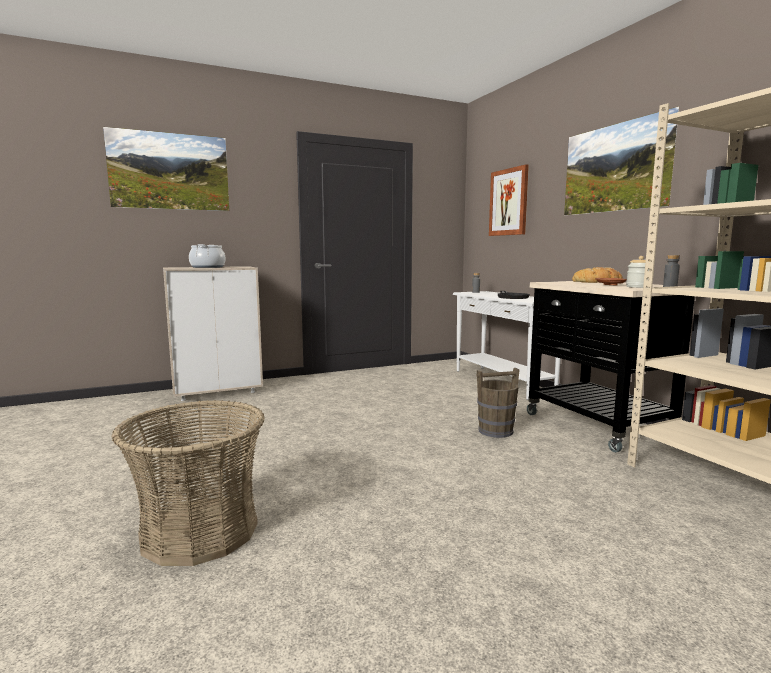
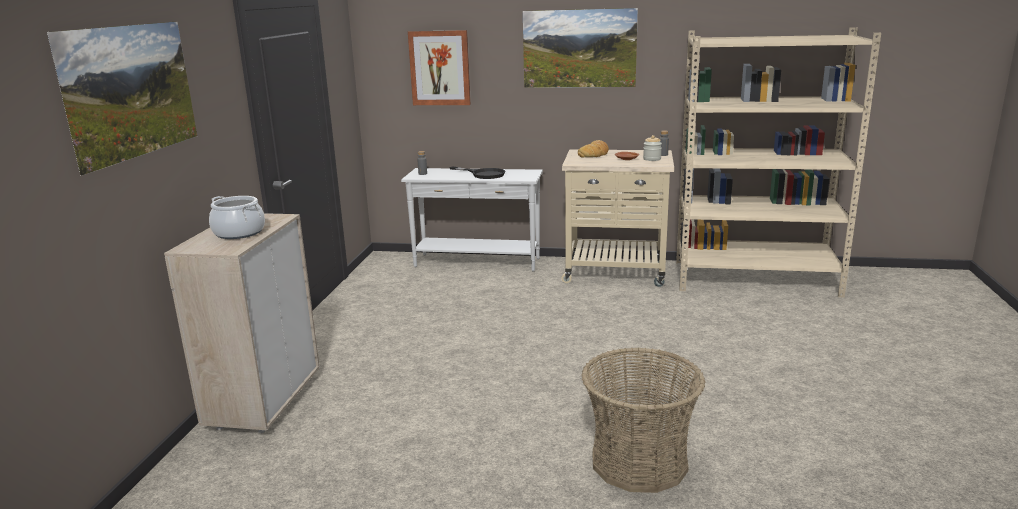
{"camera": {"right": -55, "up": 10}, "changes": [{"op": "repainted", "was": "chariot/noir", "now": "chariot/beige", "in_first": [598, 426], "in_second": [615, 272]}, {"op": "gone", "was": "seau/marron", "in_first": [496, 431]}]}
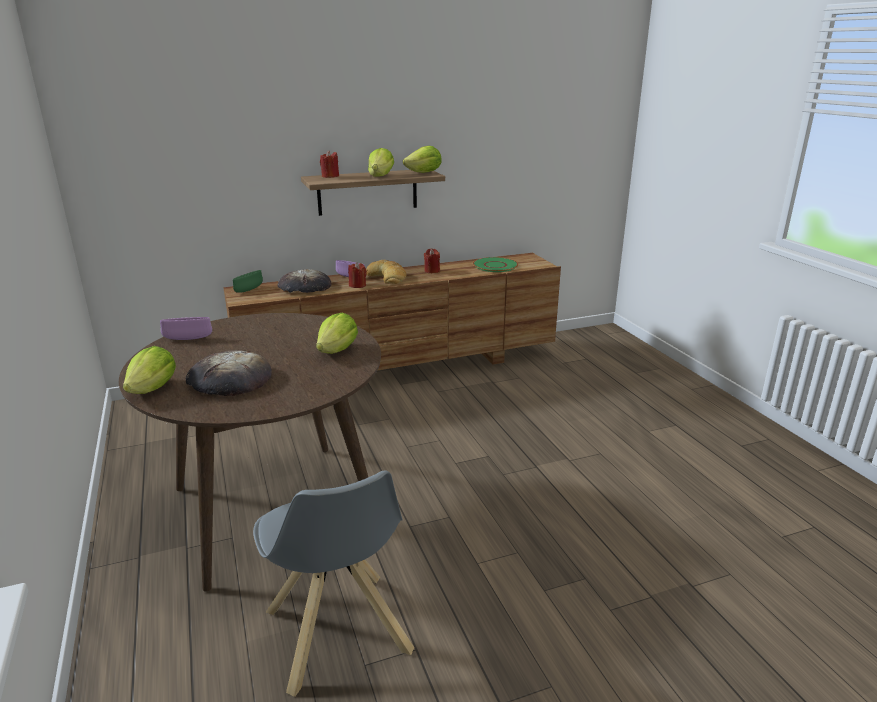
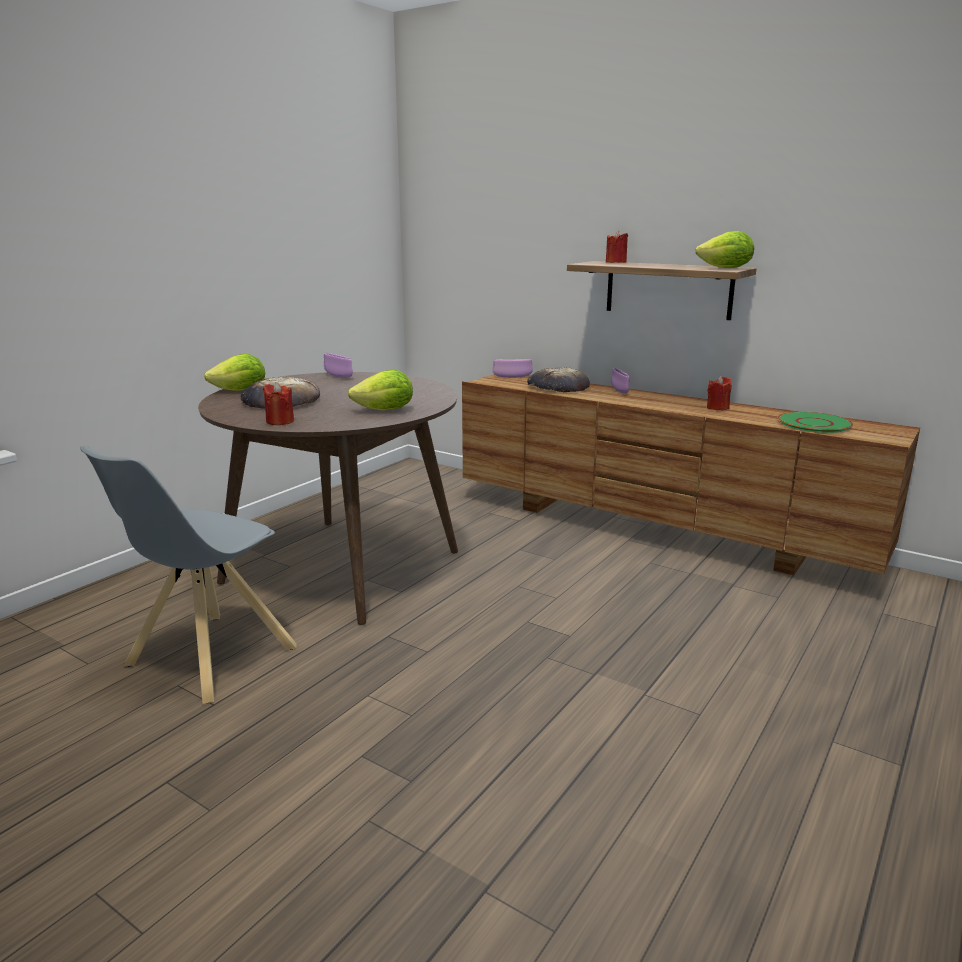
{"camera": {"right": 55, "up": -5}, "changes": [{"op": "shifted", "was": "bougie/rouge", "in_first": [357, 285], "in_second": [280, 421]}, {"op": "repainted", "was": "bol/vert", "now": "bol/violet", "in_first": [249, 290], "in_second": [512, 377]}, {"op": "gone", "was": "pain", "in_first": [387, 277]}, {"op": "gone", "was": "laitue", "in_first": [381, 176]}]}
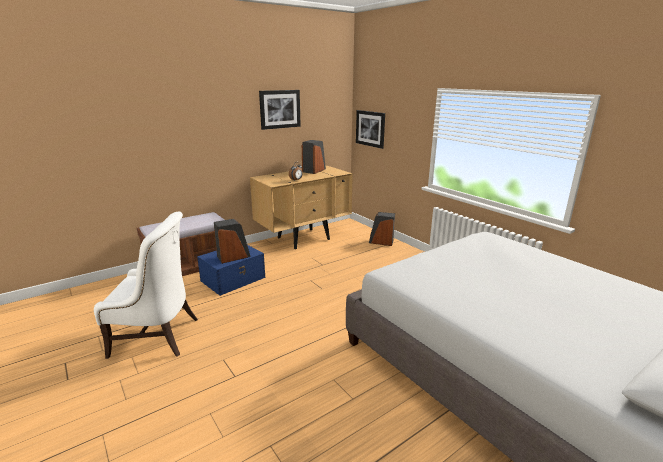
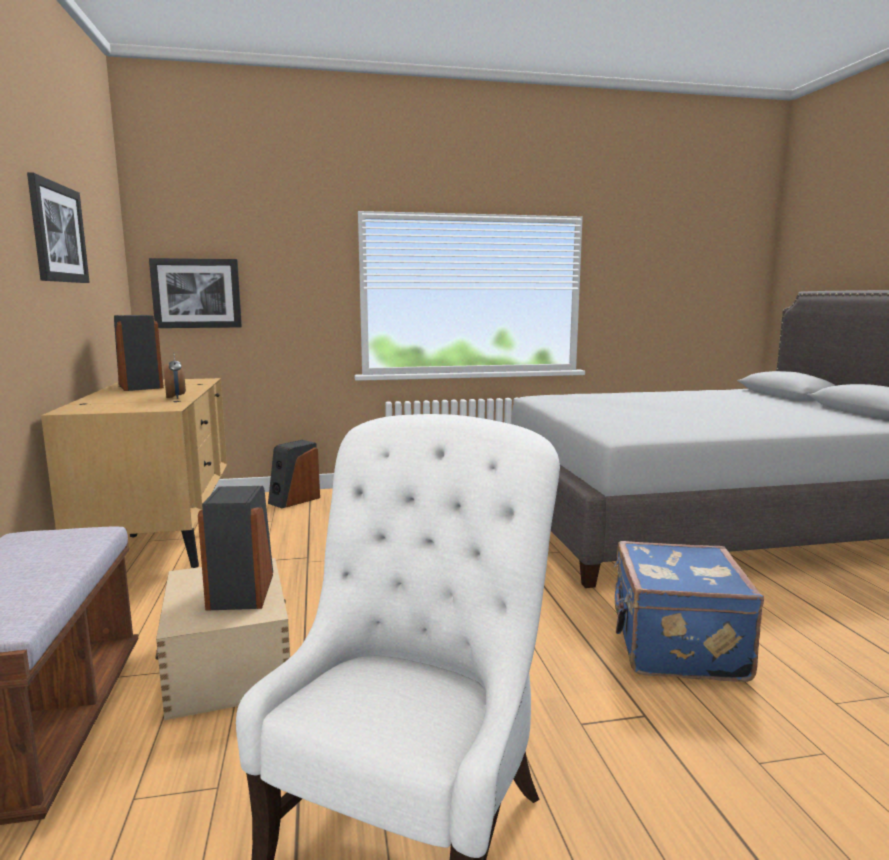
{"camera": {"right": -65, "up": -10}, "changes": [{"op": "repainted", "was": "boîte de rangement/bleu", "now": "boîte de rangement/beige", "in_first": [233, 279], "in_second": [230, 663]}, {"op": "new", "now": "valise/bleu", "in_second": [674, 646]}]}
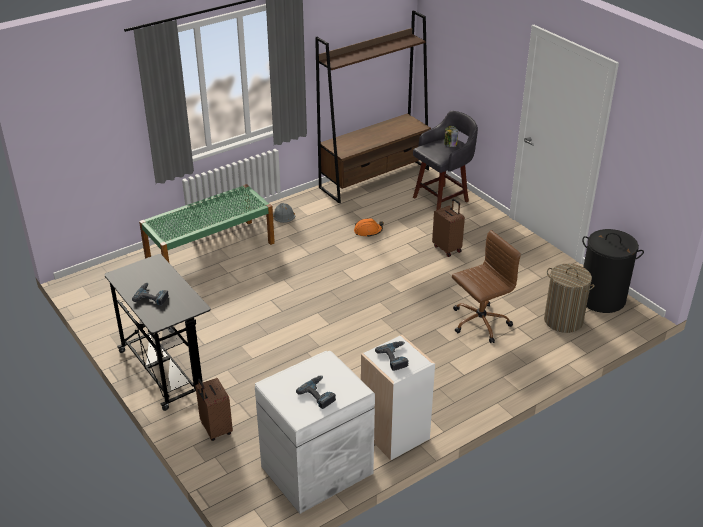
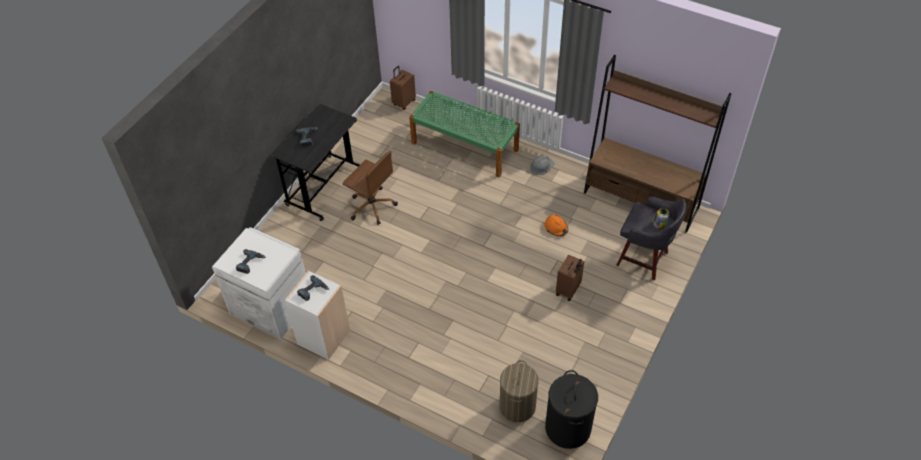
{"camera": {"right": 65, "up": 15}, "changes": [{"op": "shifted", "was": "chaise de bureau/marron", "in_first": [479, 323], "in_second": [372, 206]}, {"op": "shifted", "was": "valise/marron", "in_first": [215, 429], "in_second": [403, 102]}]}
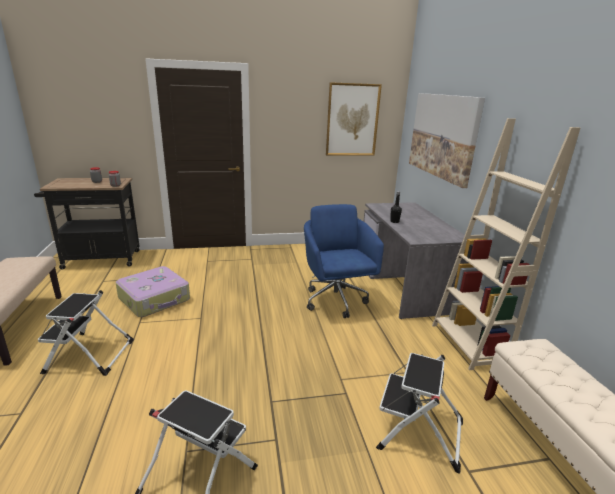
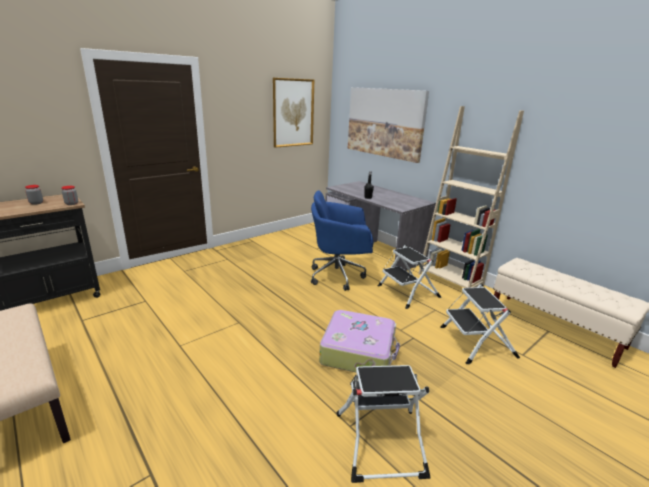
{"camera": {"right": -30, "up": 0}, "changes": [{"op": "rotated", "was": "chaise de bureau/bleu", "in_first": [336, 303], "in_second": [339, 277], "clockwise": -45}, {"op": "shifted", "was": "valise", "in_first": [155, 299], "in_second": [358, 351]}, {"op": "shifted", "was": "escabeau", "in_first": [89, 354], "in_second": [408, 292]}]}
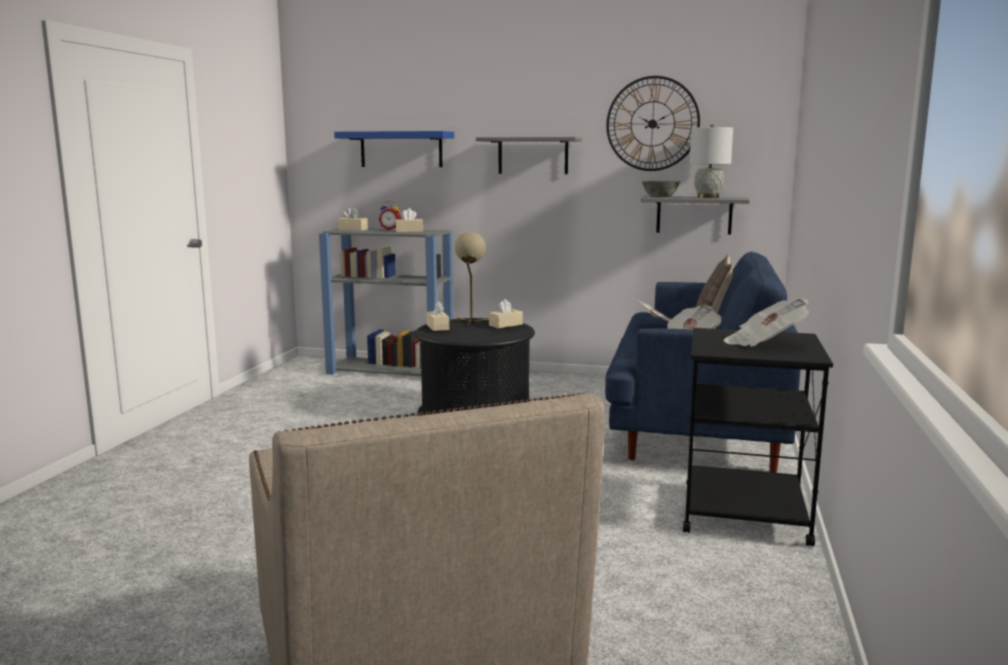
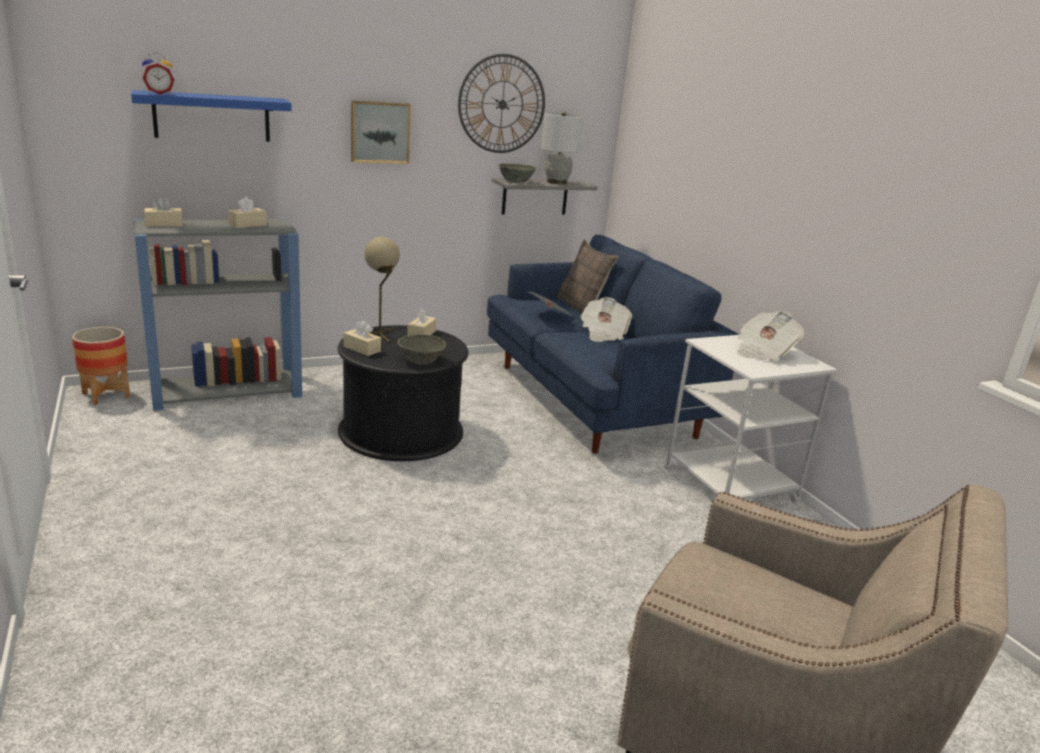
{"camera": {"right": -40, "up": 10}, "changes": [{"op": "new", "now": "cache-pot", "in_second": [106, 395]}, {"op": "shifted", "was": "réveil", "in_first": [391, 229], "in_second": [159, 93]}, {"op": "swapped", "was": "étagère/gris", "now": "tableau", "in_first": [533, 155], "in_second": [380, 132]}, {"op": "new", "now": "bol/gris", "in_second": [422, 360]}, {"op": "repainted", "was": "chariot/noir", "now": "chariot/blanc", "in_first": [744, 515], "in_second": [730, 487]}]}
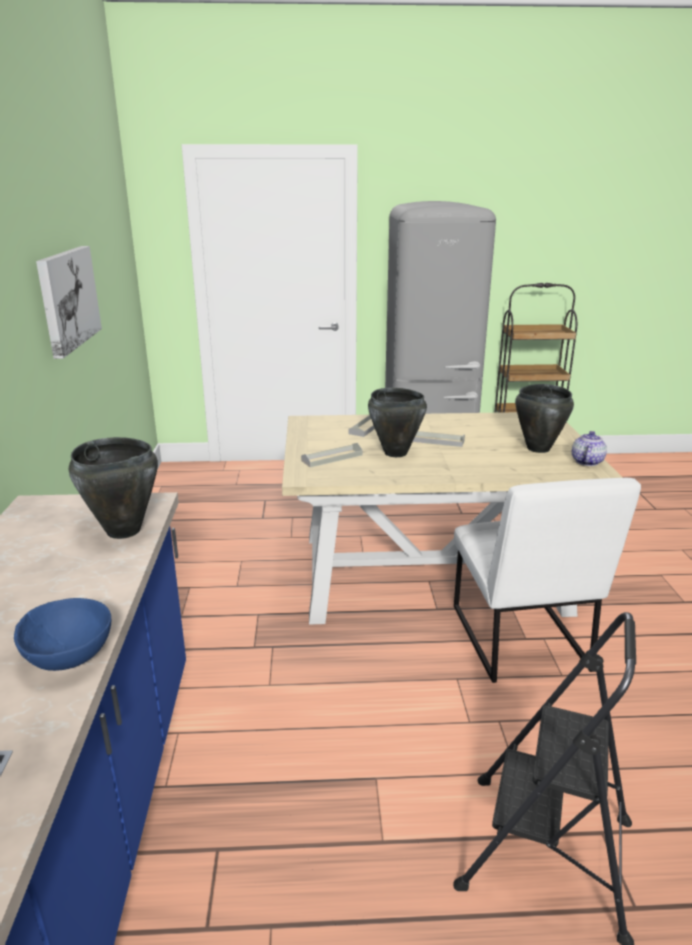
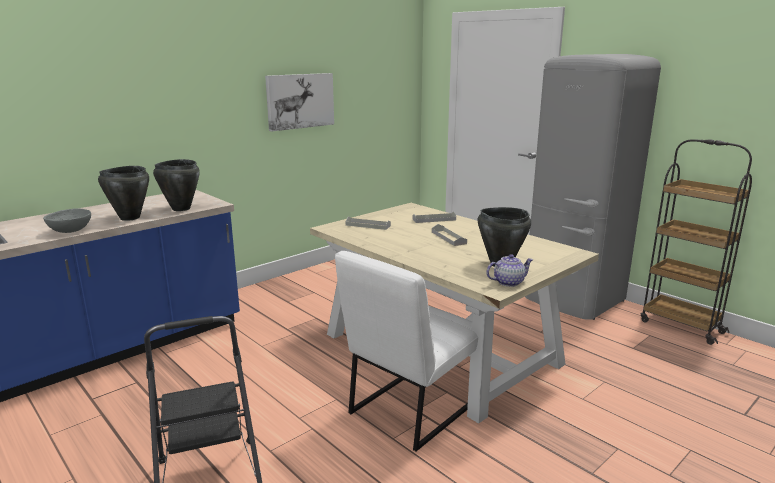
{"camera": {"right": 50, "up": -5}, "changes": [{"op": "repainted", "was": "bol/bleu", "now": "bol/gris", "in_first": [69, 657], "in_second": [70, 231]}, {"op": "shifted", "was": "marmite/noir", "in_first": [395, 453], "in_second": [129, 218]}]}
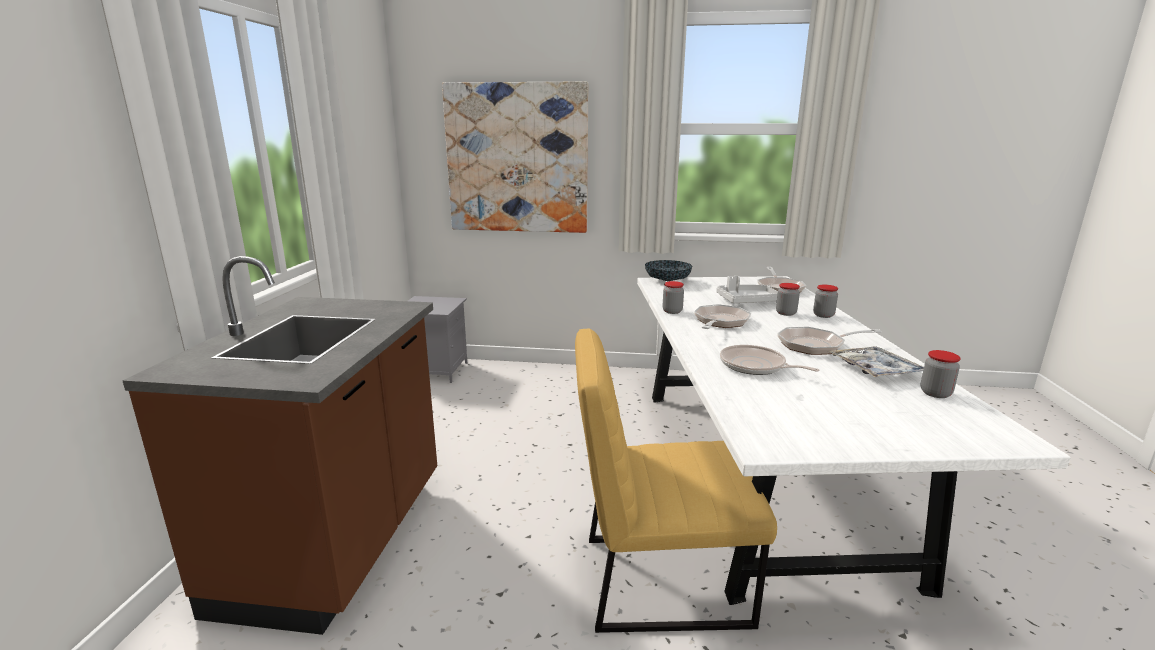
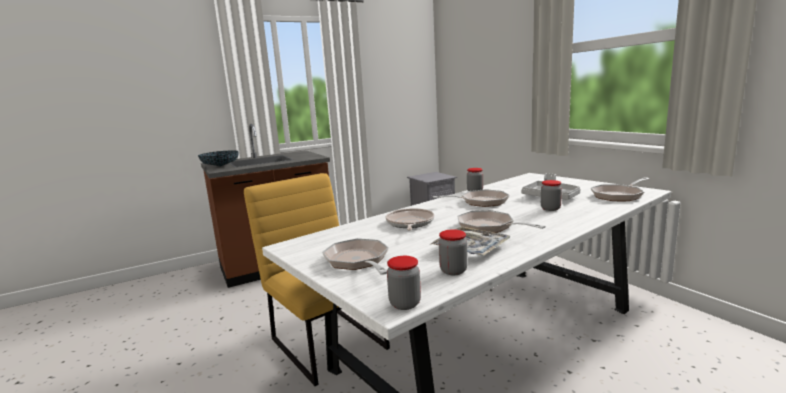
{"camera": {"right": 55, "up": -5}, "changes": [{"op": "shifted", "was": "bol", "in_first": [667, 281], "in_second": [220, 166]}, {"op": "new", "now": "poêle", "in_second": [358, 261]}, {"op": "shifted", "was": "bocal", "in_first": [823, 315], "in_second": [405, 304]}, {"op": "gone", "was": "tableau", "in_first": [517, 159]}]}
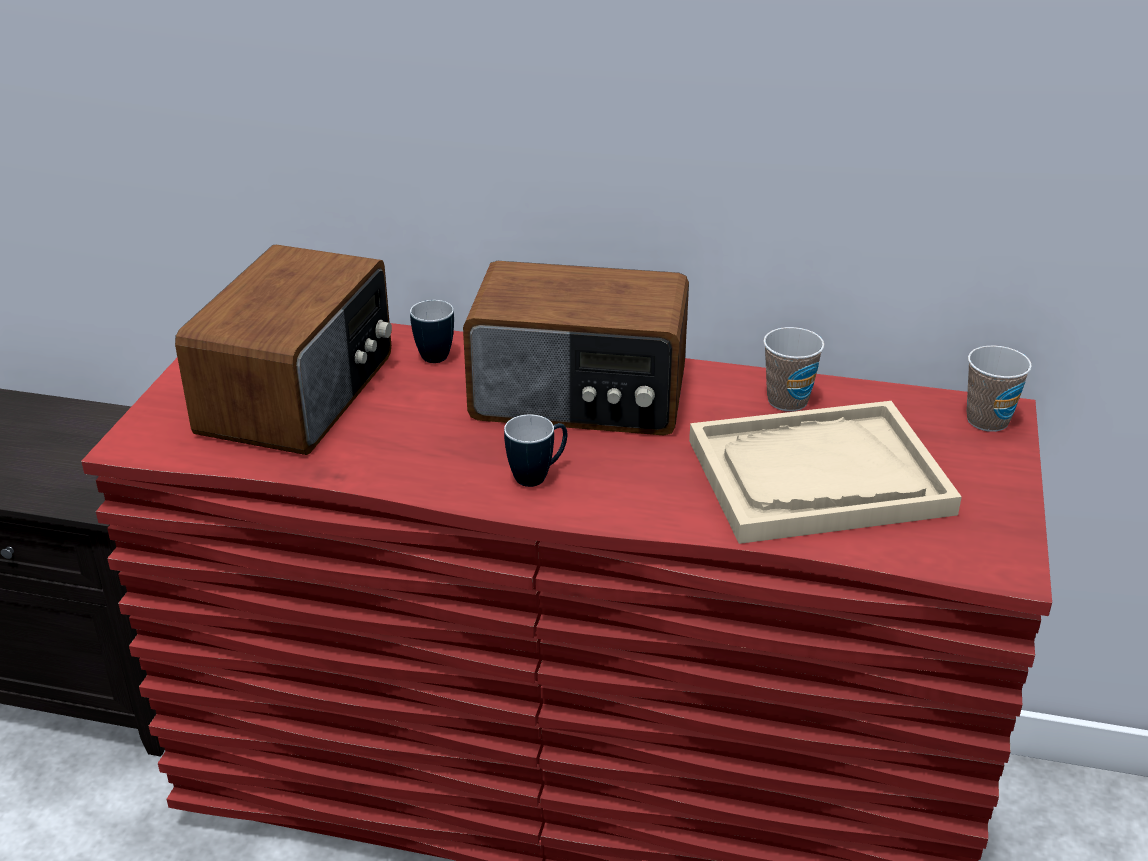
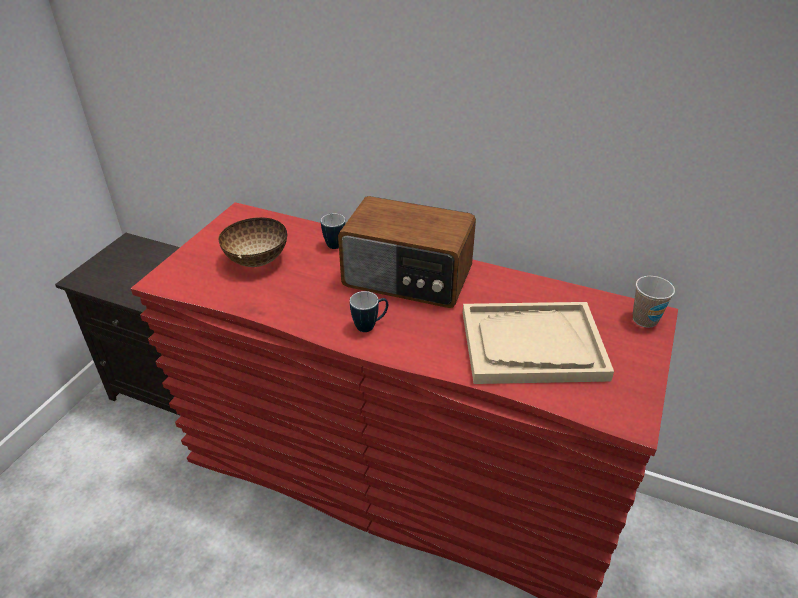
{"camera": {"right": 10, "up": 5}, "changes": [{"op": "swapped", "was": "radio", "now": "bol", "in_first": [301, 393], "in_second": [256, 260]}, {"op": "gone", "was": "tasse", "in_first": [787, 401]}]}
